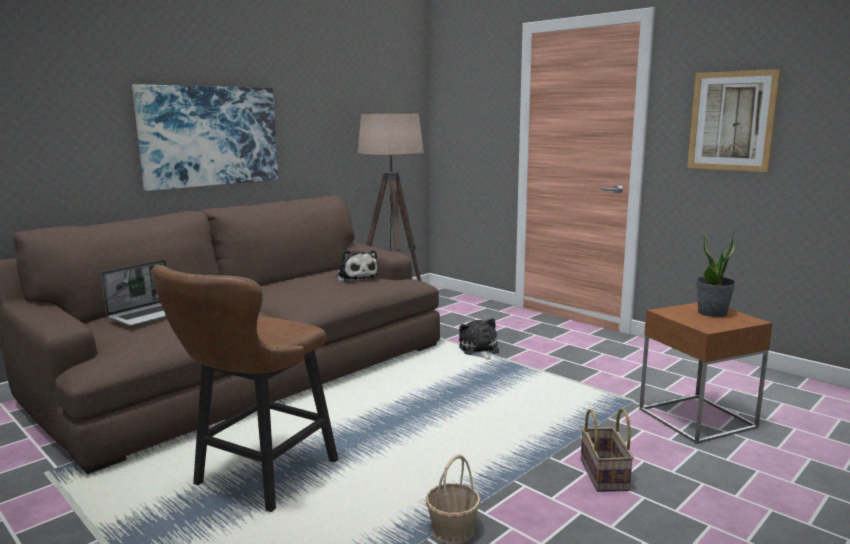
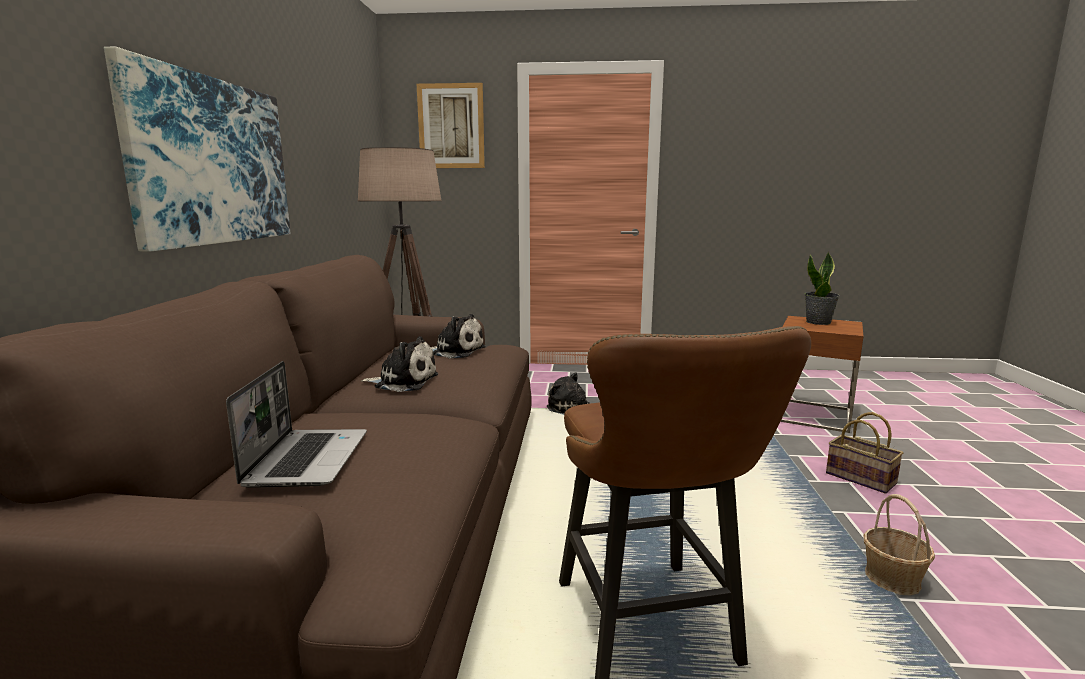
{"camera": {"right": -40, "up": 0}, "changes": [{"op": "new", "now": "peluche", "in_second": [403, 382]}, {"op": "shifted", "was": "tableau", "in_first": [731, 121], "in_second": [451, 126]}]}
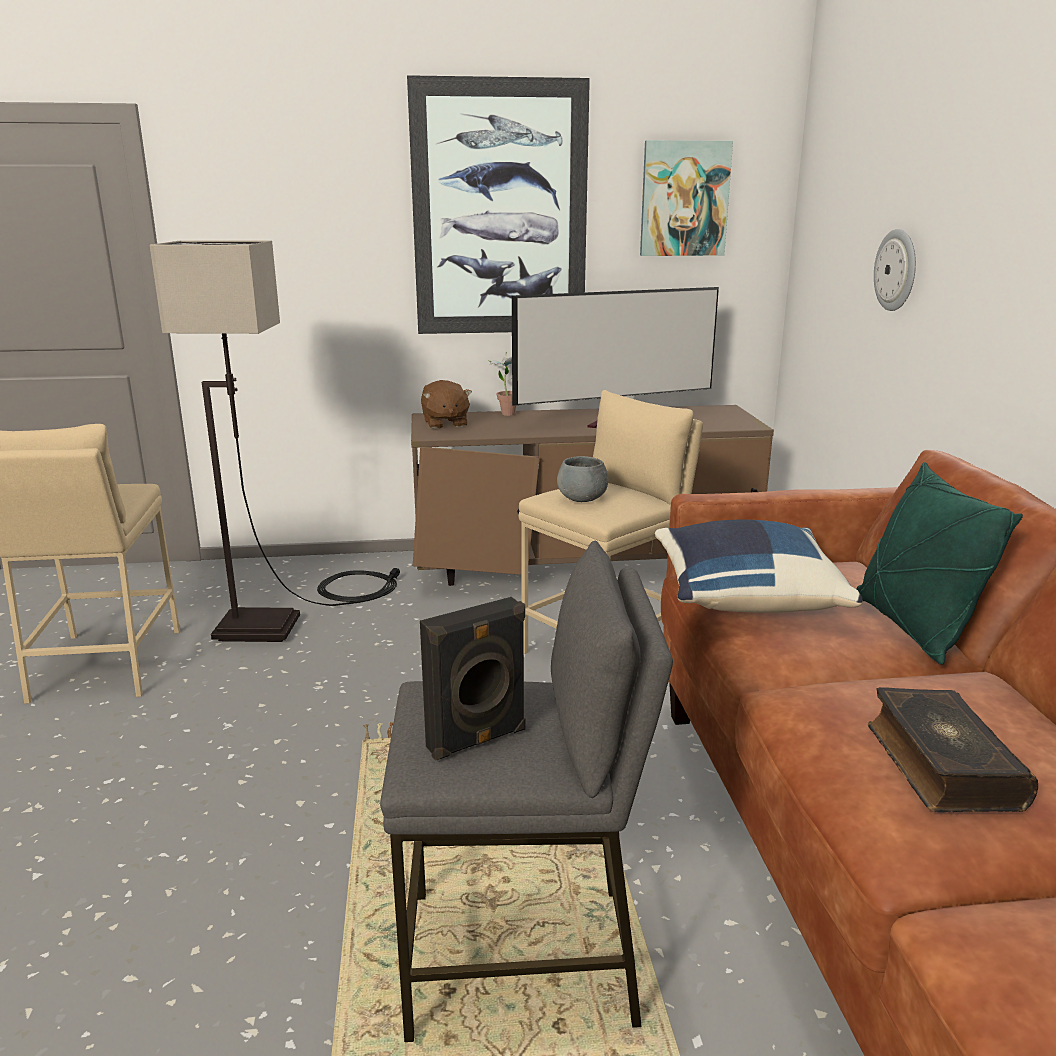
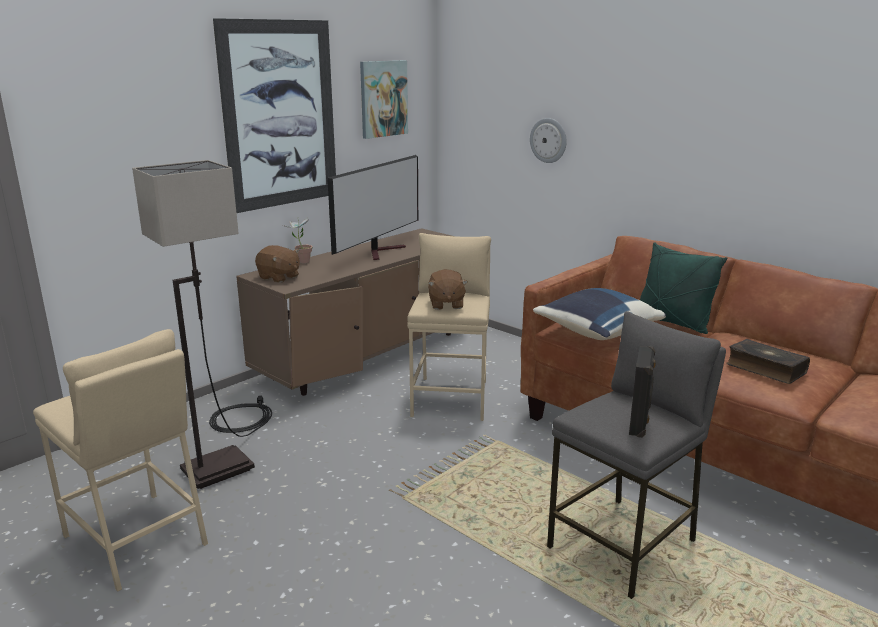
{"camera": {"right": -40, "up": 0}, "changes": [{"op": "swapped", "was": "bol/gris", "now": "peluche/marron", "in_first": [582, 499], "in_second": [446, 304]}]}
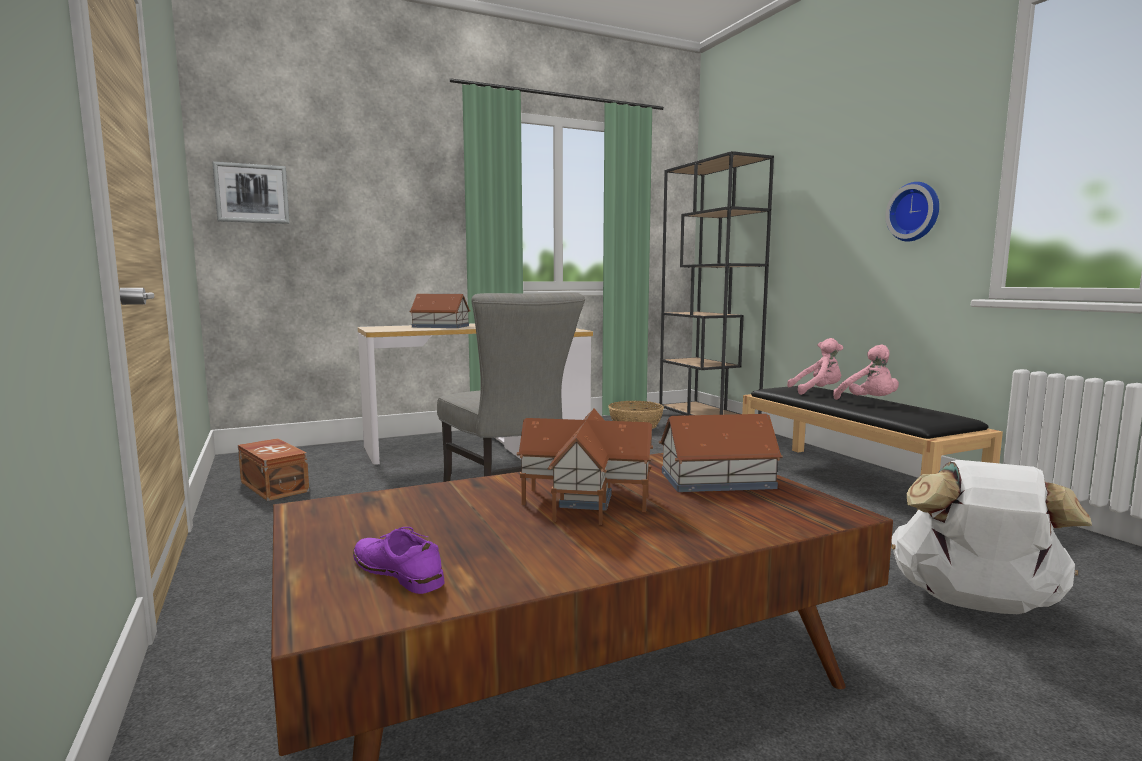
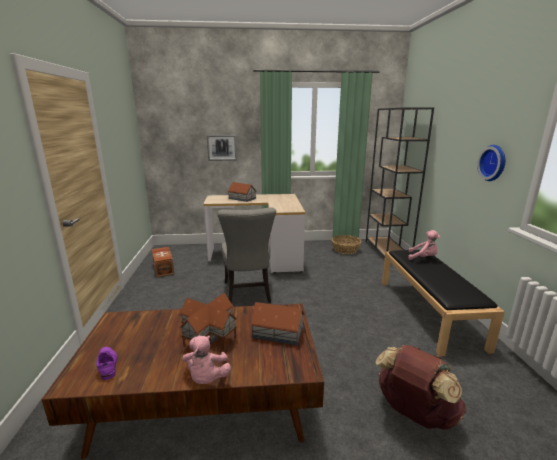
{"camera": {"right": 20, "up": 10}, "changes": [{"op": "shifted", "was": "peluche/rose", "in_first": [869, 402], "in_second": [207, 378]}, {"op": "shifted", "was": "tableau", "in_first": [252, 193], "in_second": [222, 147]}, {"op": "repainted", "was": "sac à dos/blanc", "now": "sac à dos/marron", "in_first": [974, 604], "in_second": [414, 413]}]}
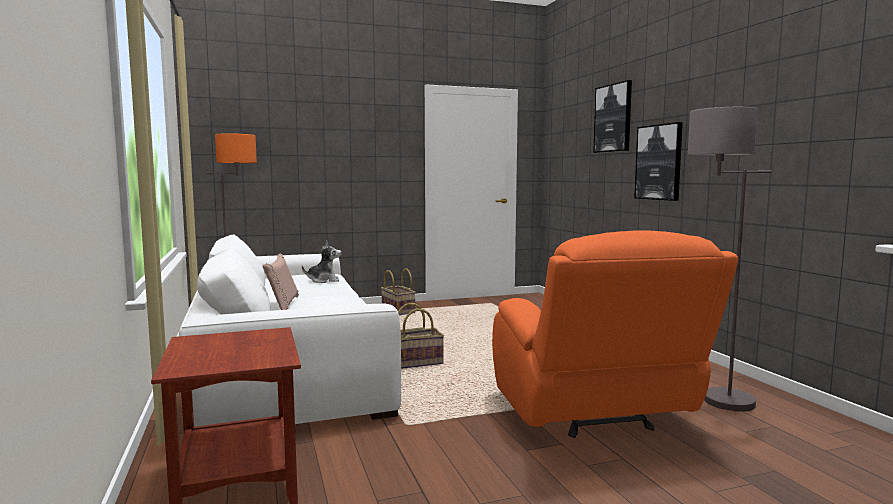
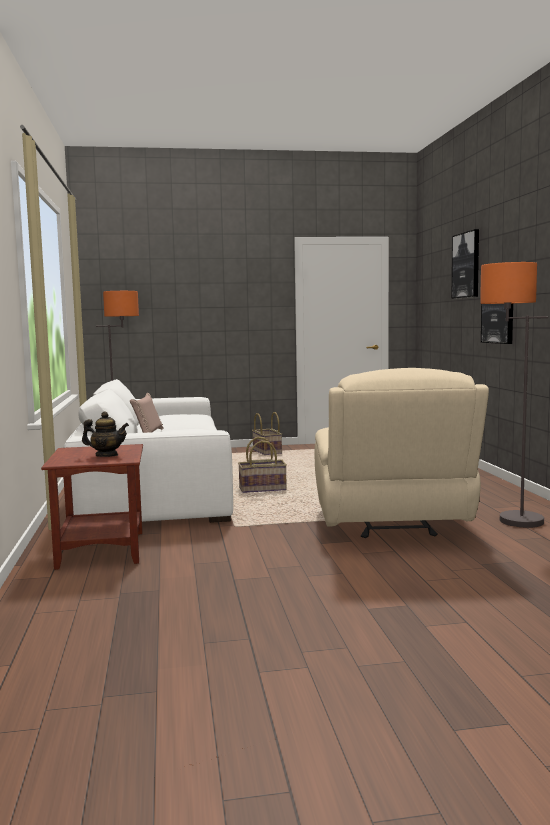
{"camera": {"right": 10, "up": 0}, "changes": [{"op": "new", "now": "théière", "in_second": [106, 455]}, {"op": "repainted", "was": "fauteuil/orange", "now": "fauteuil/beige", "in_first": [595, 417], "in_second": [393, 527]}, {"op": "repainted", "was": "lampadaire/gris", "now": "lampadaire/orange", "in_first": [712, 399], "in_second": [508, 519]}, {"op": "gone", "was": "peluche", "in_first": [324, 280]}]}
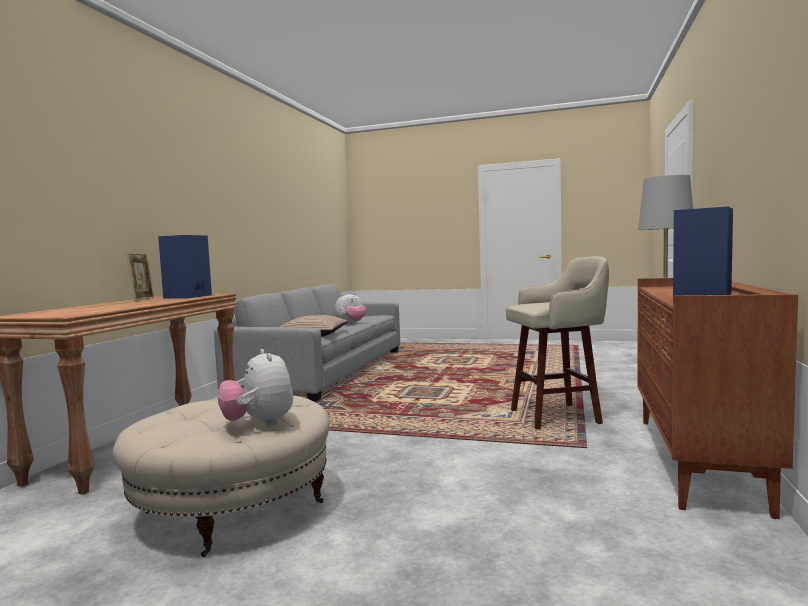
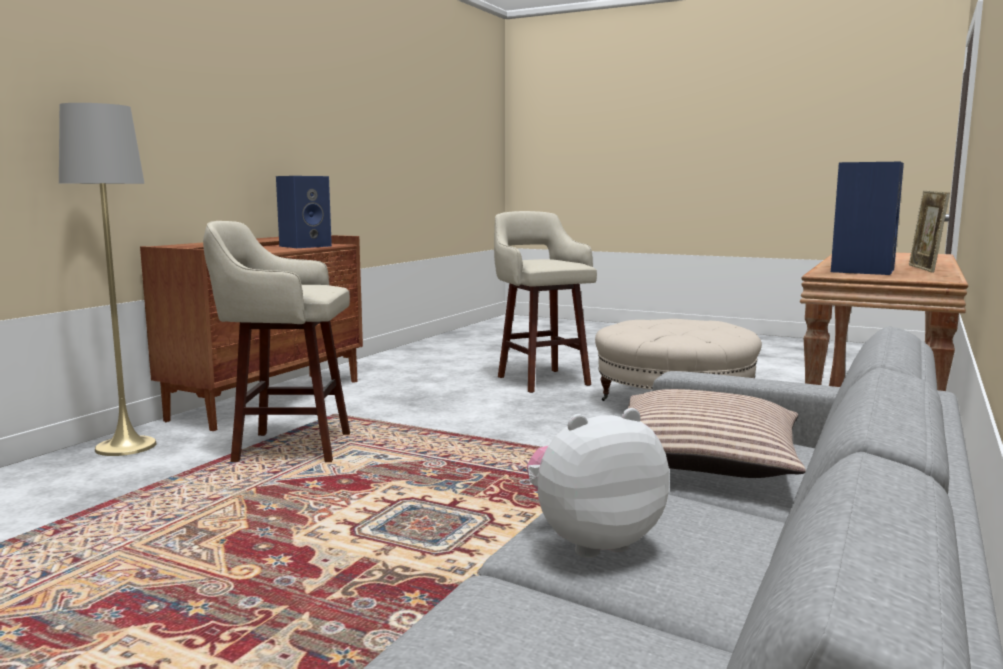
{"camera": {"right": -170, "up": 5}, "changes": [{"op": "new", "now": "tabouret/beige", "in_second": [541, 380]}, {"op": "gone", "was": "peluche", "in_first": [259, 423]}]}
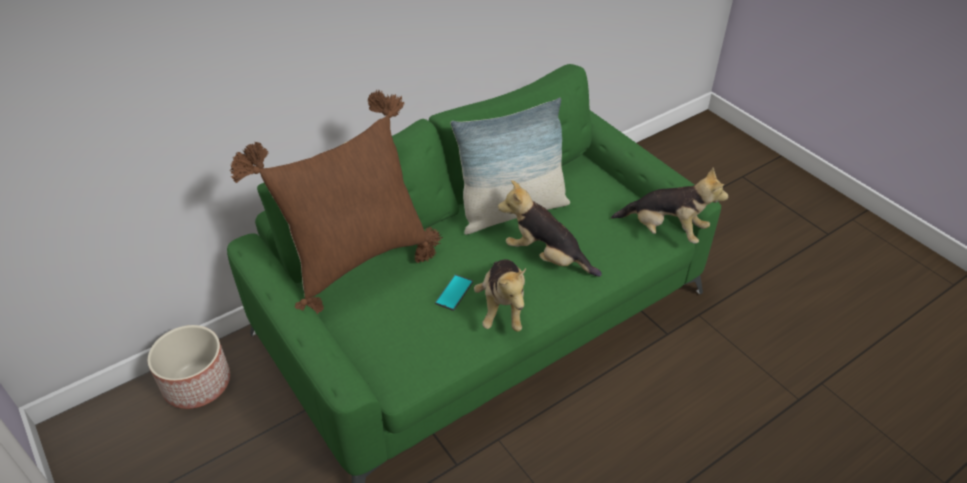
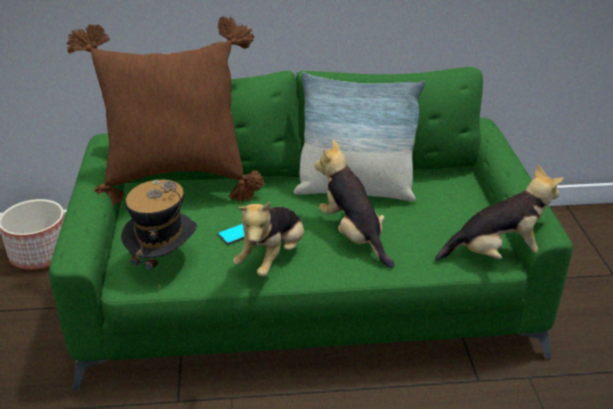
{"camera": {"right": 30, "up": -10}, "changes": [{"op": "new", "now": "chapeau", "in_second": [163, 264]}, {"op": "rotated", "was": "peluche", "in_first": [665, 231], "in_second": [497, 254], "clockwise": -60}]}
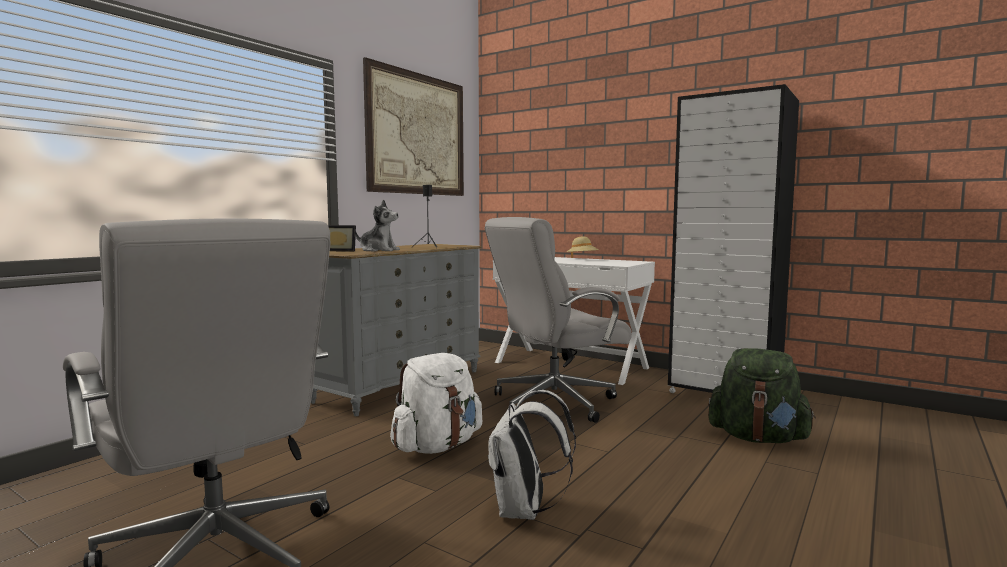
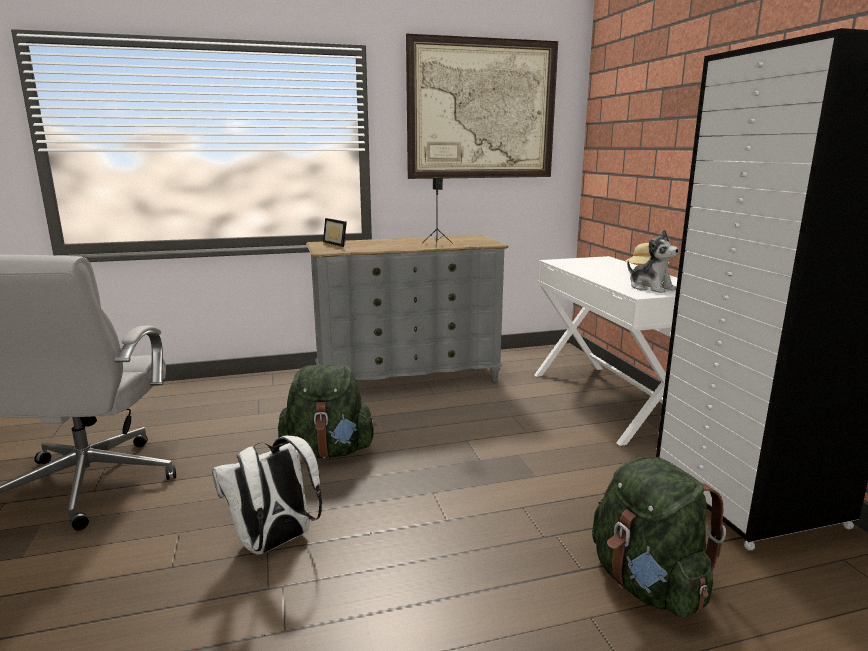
{"camera": {"right": 40, "up": 10}, "changes": [{"op": "repainted", "was": "sac à dos/blanc", "now": "sac à dos/vert", "in_first": [437, 446], "in_second": [328, 451]}, {"op": "shifted", "was": "peluche", "in_first": [379, 250], "in_second": [651, 288]}, {"op": "gone", "was": "chaise de bureau/gris", "in_first": [555, 402]}]}
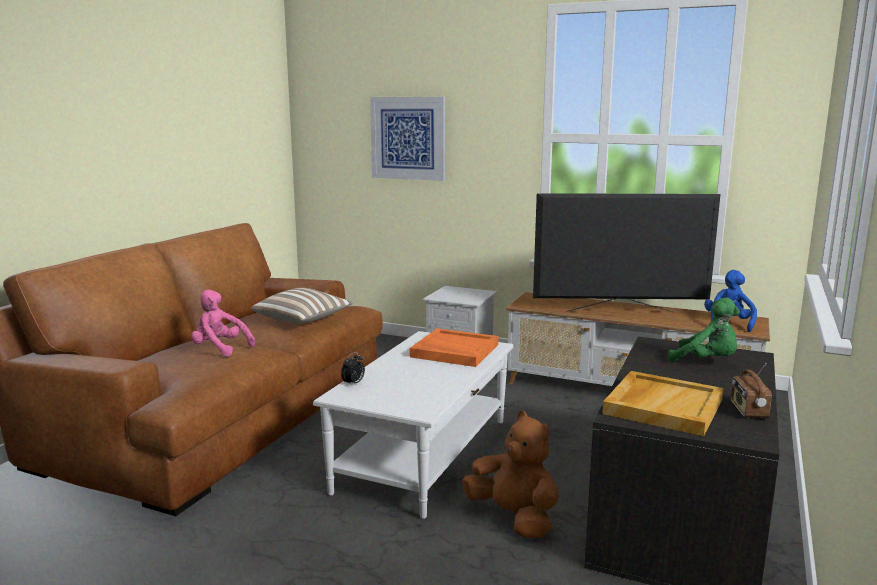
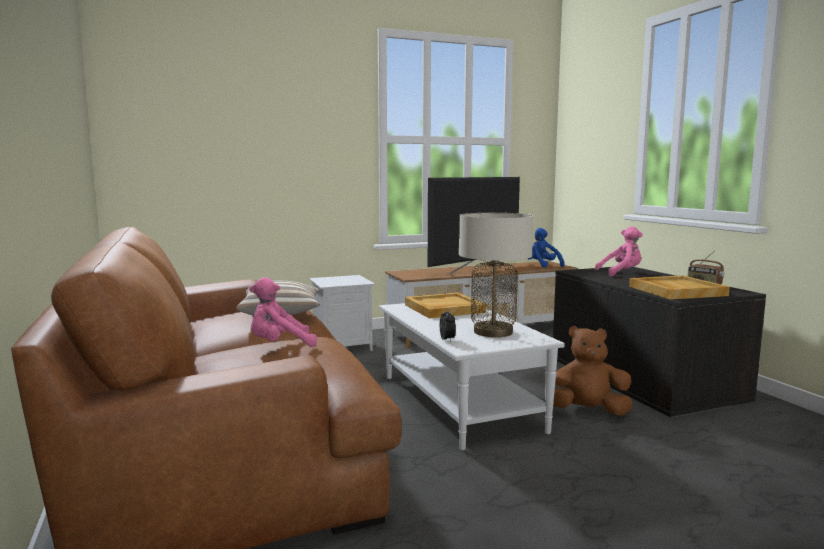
{"camera": {"right": -45, "up": -5}, "changes": [{"op": "repainted", "was": "plateau/orange", "now": "plateau/beige", "in_first": [454, 351], "in_second": [444, 309]}, {"op": "new", "now": "lampe de table", "in_second": [493, 332]}, {"op": "repainted", "was": "peluche/vert", "now": "peluche/rose", "in_first": [706, 361], "in_second": [621, 273]}, {"op": "gone", "was": "tableau", "in_first": [408, 138]}]}
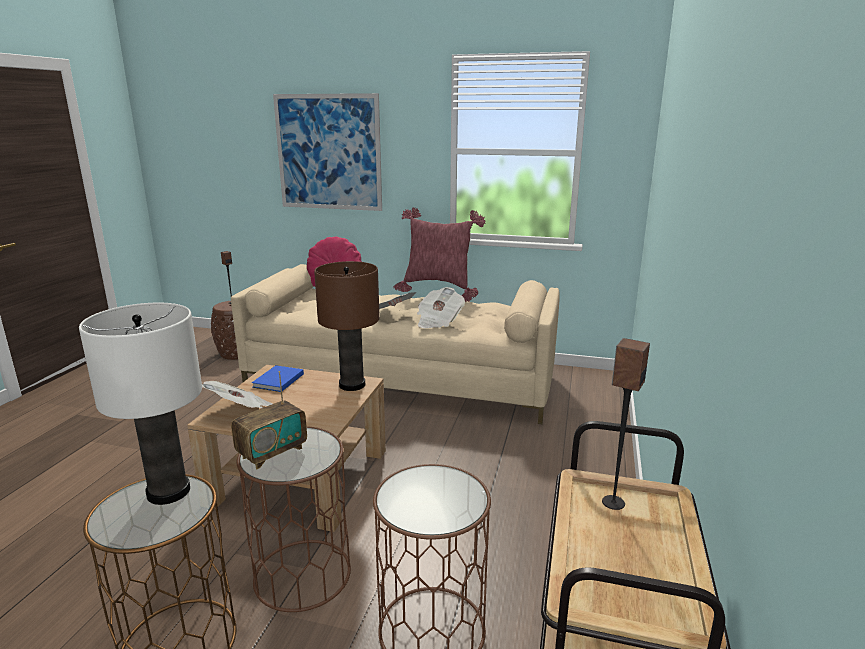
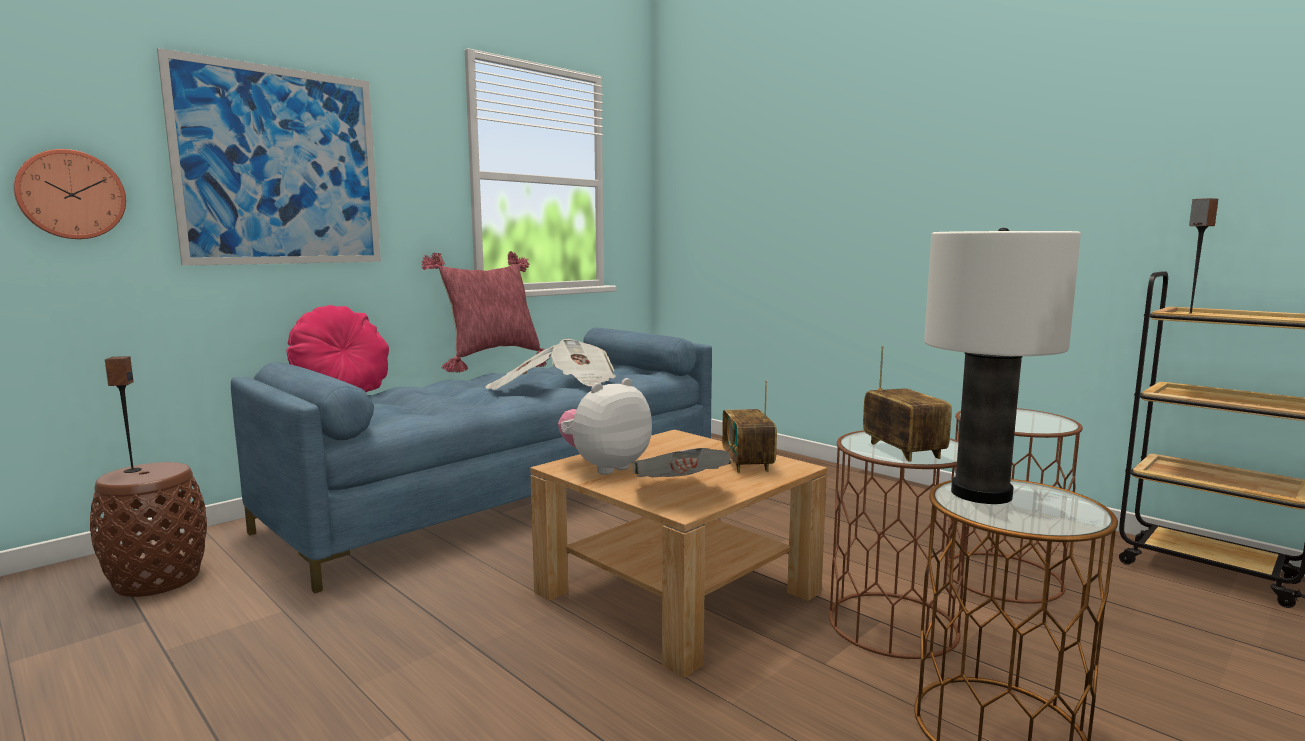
{"camera": {"right": -60, "up": -10}, "changes": [{"op": "new", "now": "horloge murale", "in_second": [71, 195]}, {"op": "repainted", "was": "canapé/beige", "now": "canapé/bleu", "in_first": [401, 380], "in_second": [509, 494]}, {"op": "swapped", "was": "livre/bleu", "now": "peluche", "in_first": [277, 381], "in_second": [605, 467]}, {"op": "new", "now": "radio", "in_second": [747, 463]}, {"op": "gone", "was": "lampe de table/marron", "in_first": [352, 385]}]}
